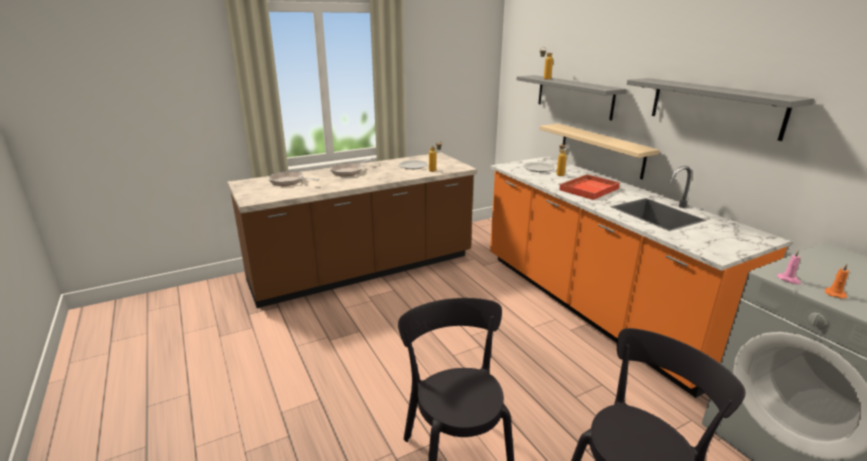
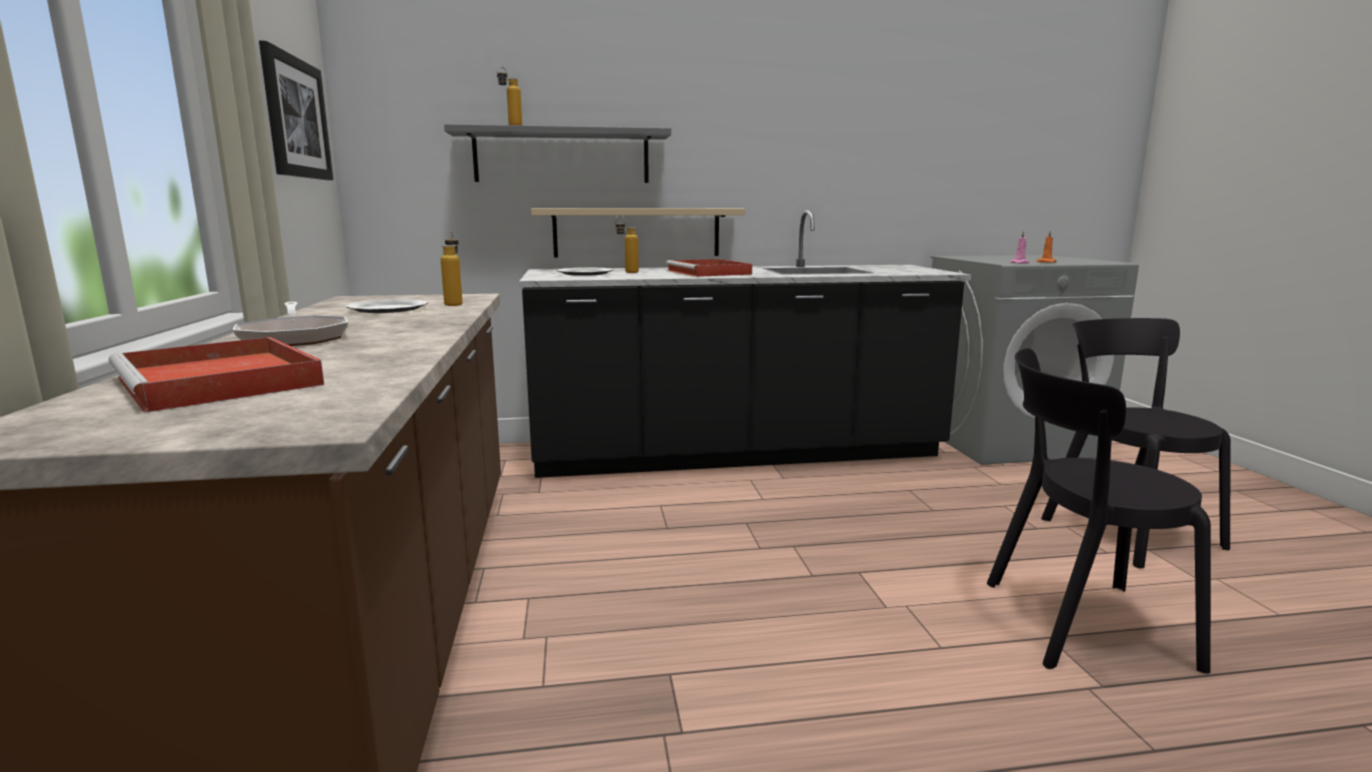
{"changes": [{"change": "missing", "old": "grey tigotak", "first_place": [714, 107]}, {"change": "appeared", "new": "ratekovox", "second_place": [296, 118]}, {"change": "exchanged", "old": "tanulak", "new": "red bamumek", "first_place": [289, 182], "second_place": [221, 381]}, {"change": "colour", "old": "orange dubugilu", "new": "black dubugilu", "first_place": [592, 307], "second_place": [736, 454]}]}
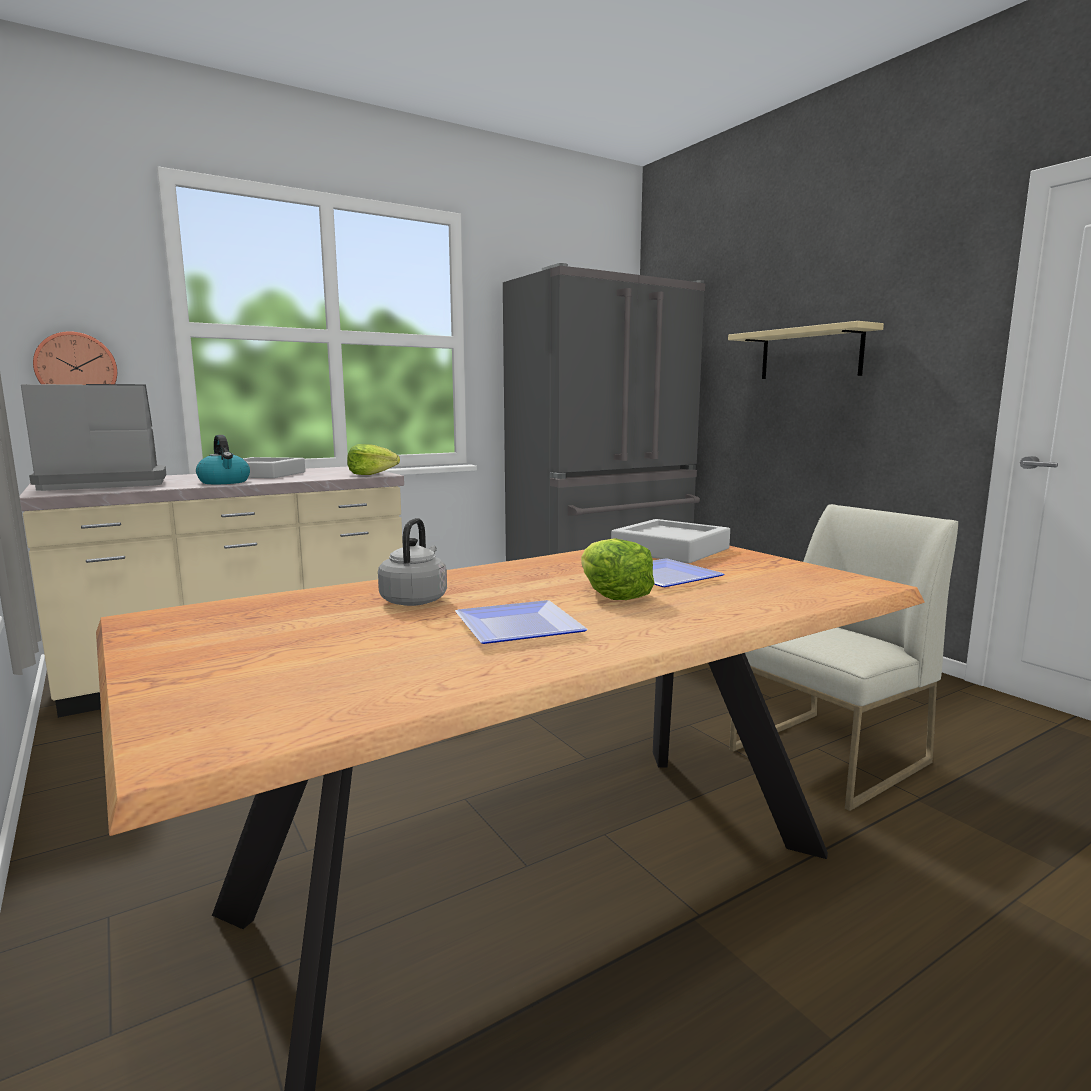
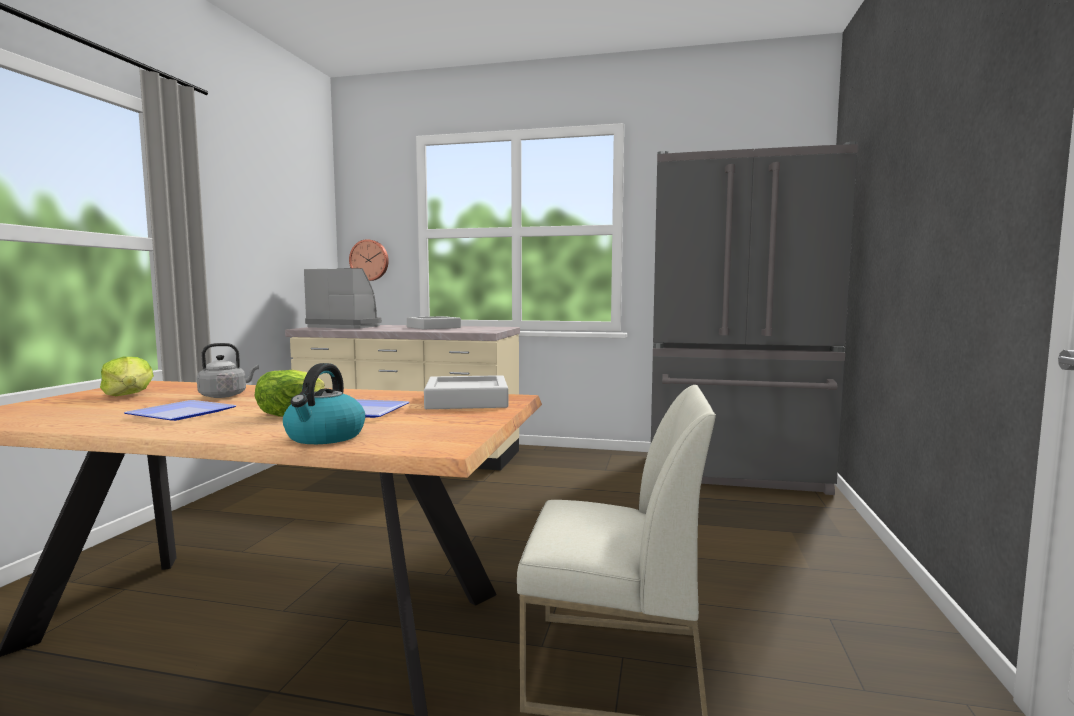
{"changes": [{"change": "missing", "old": "beige tigotak", "first_place": [810, 354]}, {"change": "relocated", "old": "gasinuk", "first_place": [225, 482], "second_place": [325, 437]}, {"change": "relocated", "old": "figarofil", "first_place": [372, 474], "second_place": [129, 395]}]}
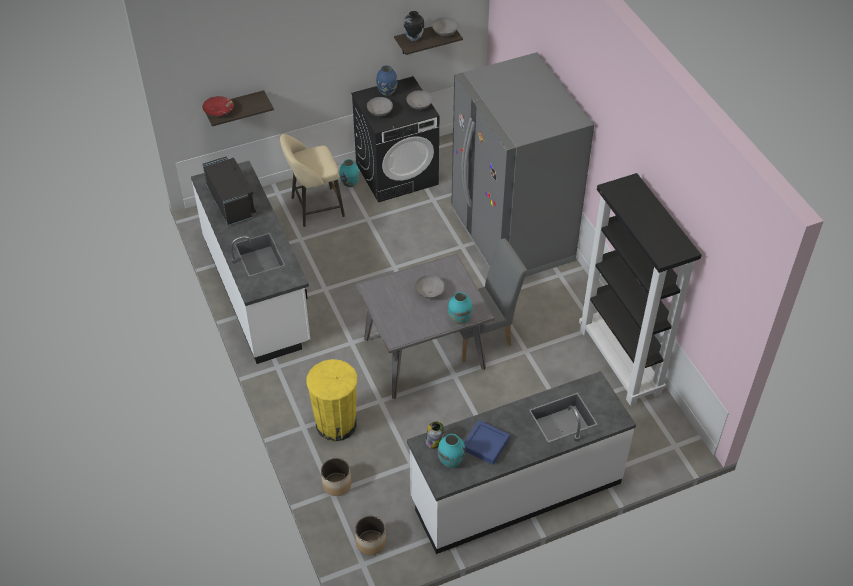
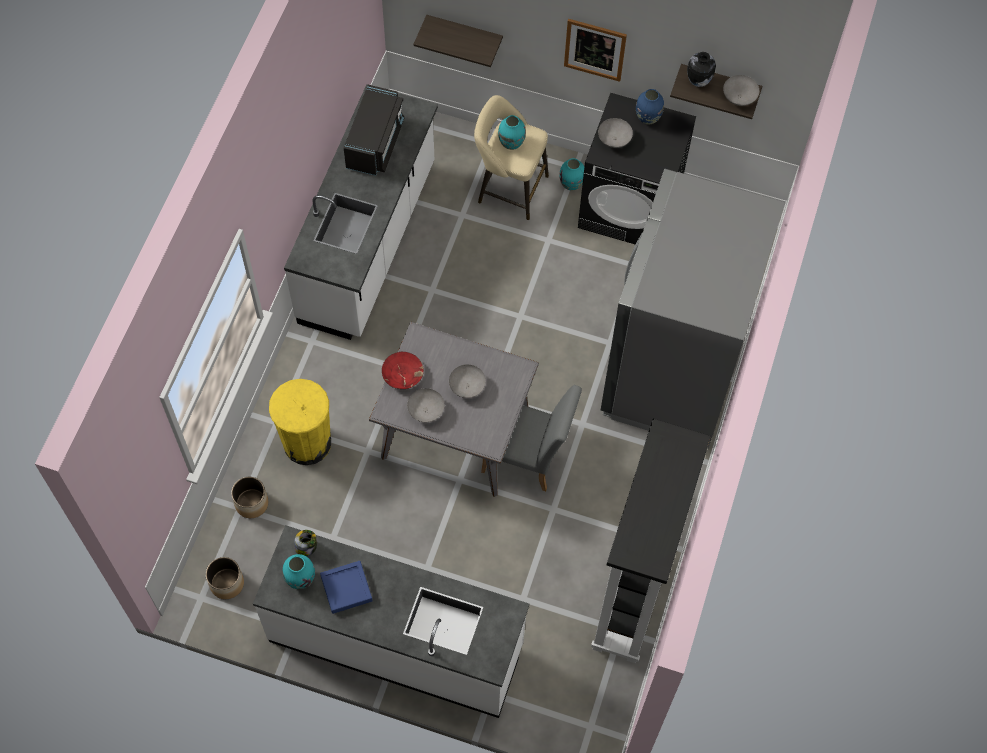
{"changes": [{"change": "appeared", "new": "ratekovox", "second_place": [595, 49]}, {"change": "relocated", "old": "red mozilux", "first_place": [219, 112], "second_place": [403, 375]}, {"change": "relocated", "old": "grey mozilux", "first_place": [419, 106], "second_place": [425, 411]}, {"change": "relocated", "old": "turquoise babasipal", "first_place": [459, 319], "second_place": [511, 143]}]}
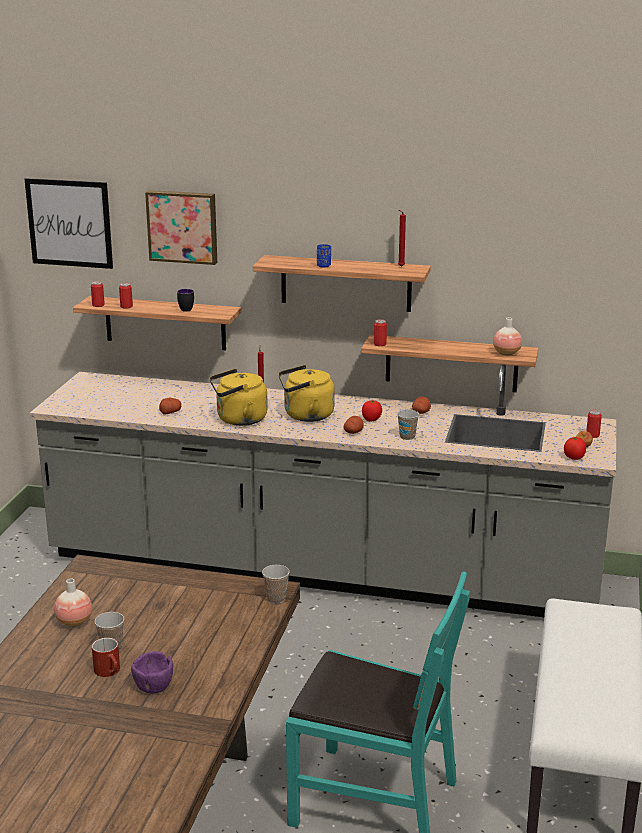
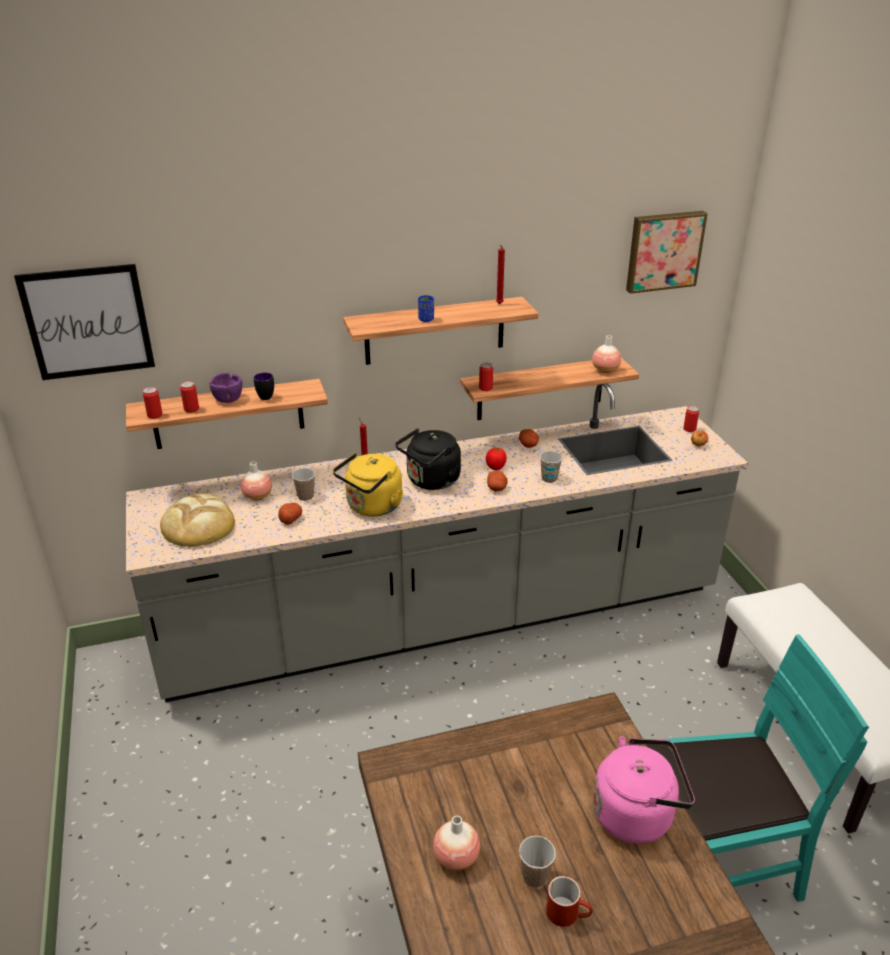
{"changes": [{"change": "missing", "old": "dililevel", "first_place": [574, 458]}, {"change": "appeared", "new": "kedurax", "second_place": [199, 525]}, {"change": "appeared", "new": "babasipal", "second_place": [257, 496]}, {"change": "appeared", "new": "pink gasinuk", "second_place": [637, 814]}, {"change": "relocated", "old": "purple mozilux", "first_place": [153, 686], "second_place": [228, 399]}, {"change": "relocated", "old": "ratekovox", "first_place": [183, 226], "second_place": [663, 251]}, {"change": "relocated", "old": "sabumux", "first_place": [276, 598], "second_place": [305, 496]}, {"change": "colour", "old": "yellow gasinuk", "new": "black gasinuk", "first_place": [305, 416], "second_place": [431, 481]}]}
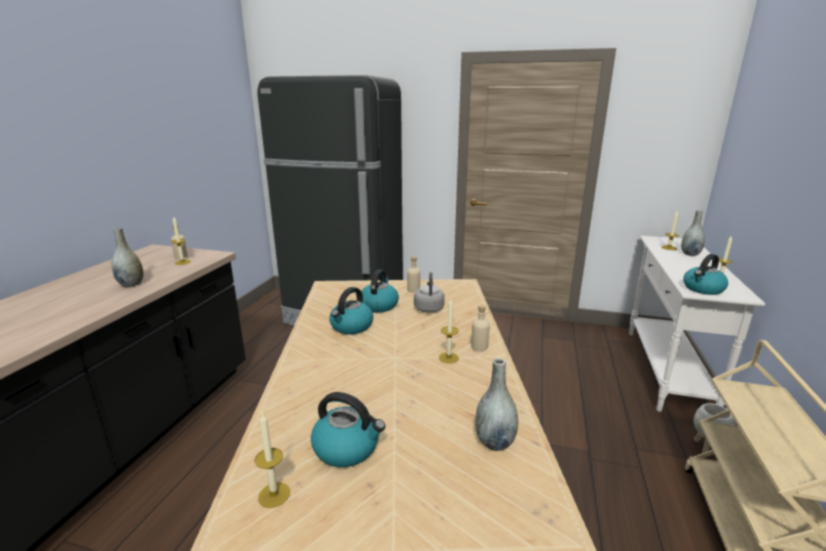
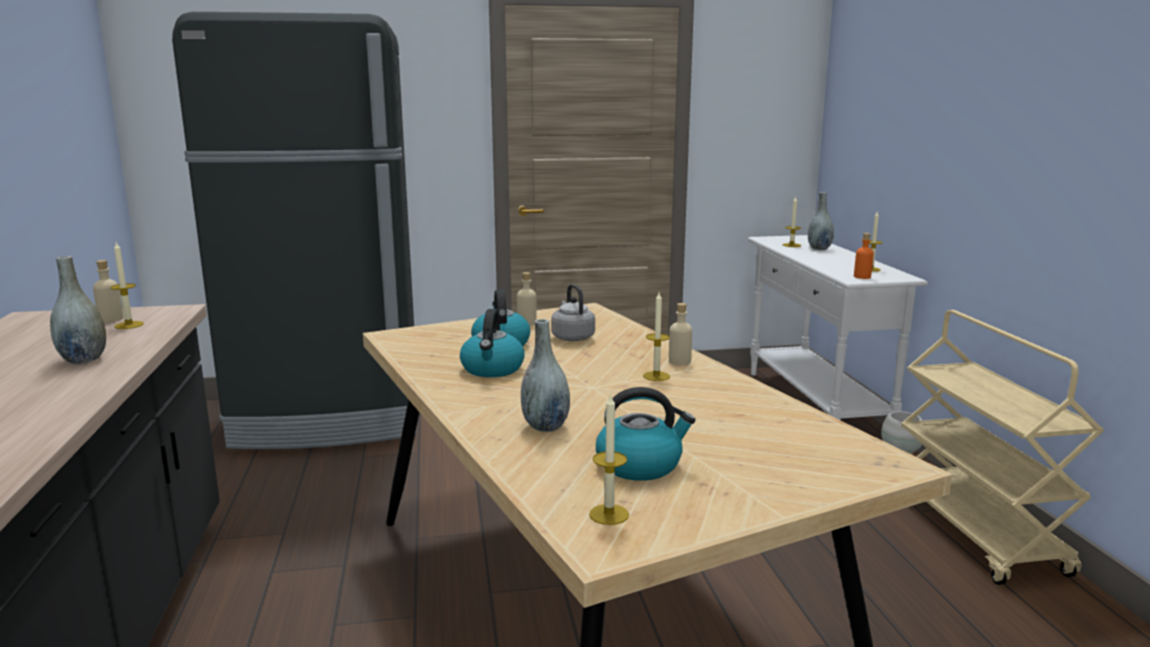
{"changes": [{"change": "relocated", "old": "grey babasipal", "first_place": [494, 442], "second_place": [545, 426]}, {"change": "exchanged", "old": "gasinuk", "new": "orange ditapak", "first_place": [703, 289], "second_place": [862, 277]}]}
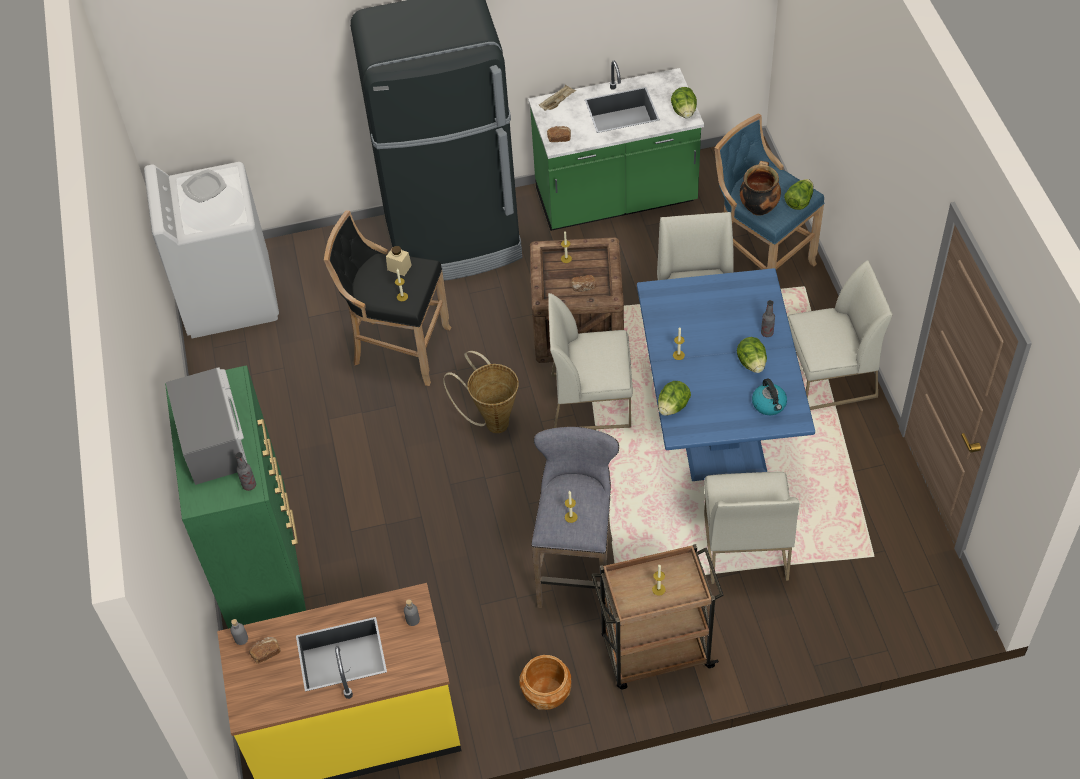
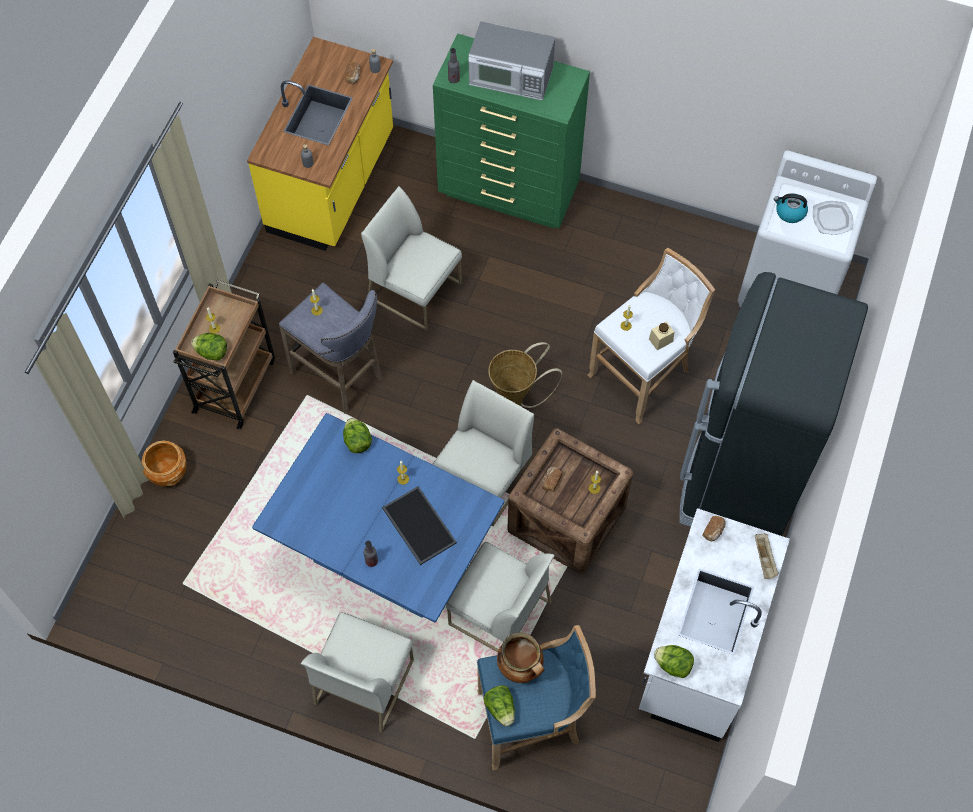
{"changes": [{"change": "appeared", "new": "bamumek", "second_place": [417, 525]}, {"change": "relocated", "old": "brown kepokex", "first_place": [546, 694], "second_place": [169, 473]}, {"change": "relocated", "old": "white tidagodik", "first_place": [744, 545], "second_place": [416, 290]}, {"change": "relocated", "old": "figarofil", "first_place": [751, 363], "second_place": [212, 352]}, {"change": "relocated", "old": "gasinuk", "first_place": [769, 404], "second_place": [789, 212]}, {"change": "colour", "old": "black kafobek", "new": "white kafobek", "first_place": [398, 348], "second_place": [643, 374]}, {"change": "colour", "old": "green dubugilu", "new": "white dubugilu", "first_place": [616, 199], "second_place": [699, 649]}]}
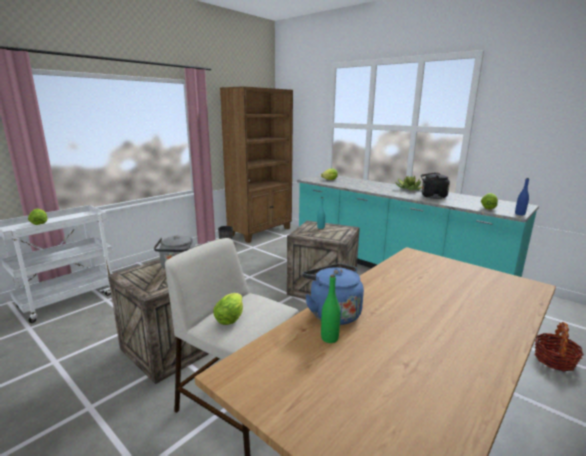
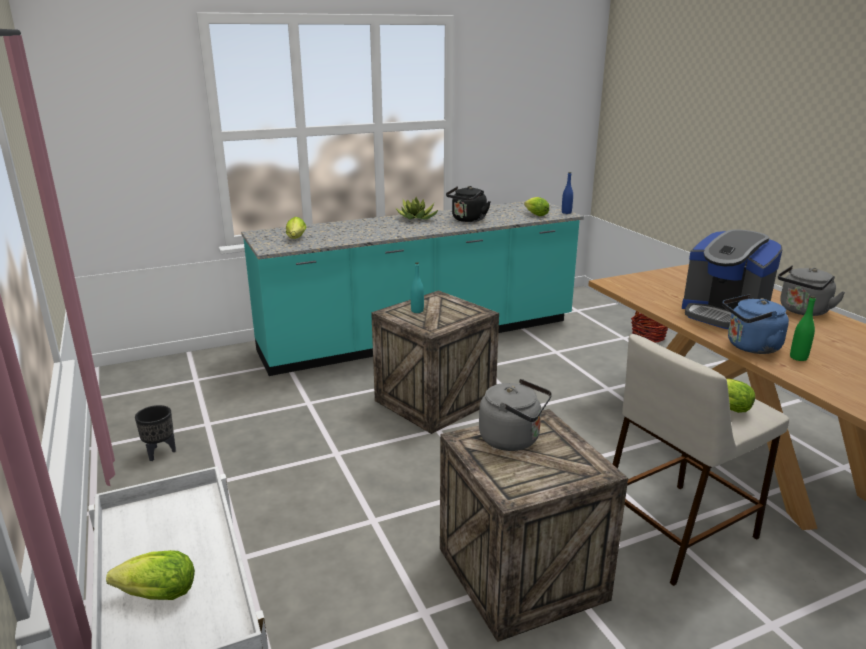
{"changes": [{"change": "missing", "old": "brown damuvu", "first_place": [261, 232]}, {"change": "appeared", "new": "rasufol", "second_place": [723, 314]}, {"change": "appeared", "new": "grey gasinuk", "second_place": [802, 311]}]}
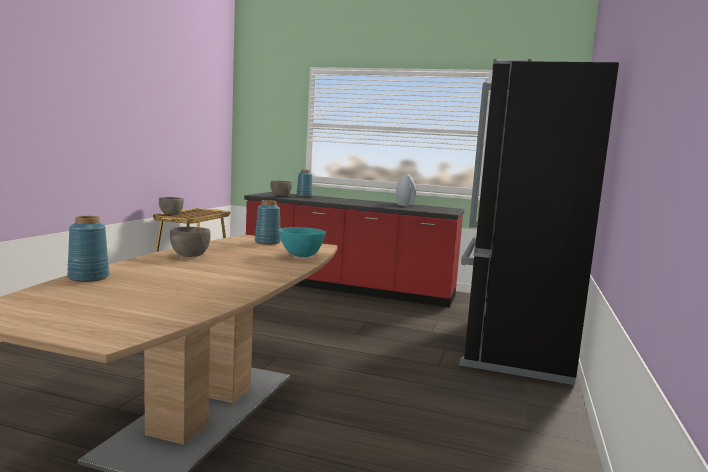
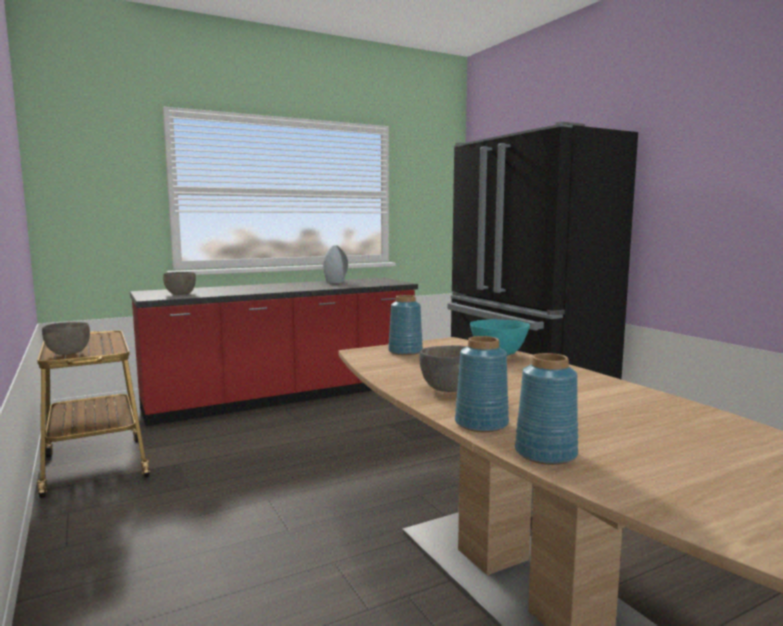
{"changes": [{"change": "relocated", "old": "blue babasipal", "first_place": [304, 196], "second_place": [482, 424]}]}
